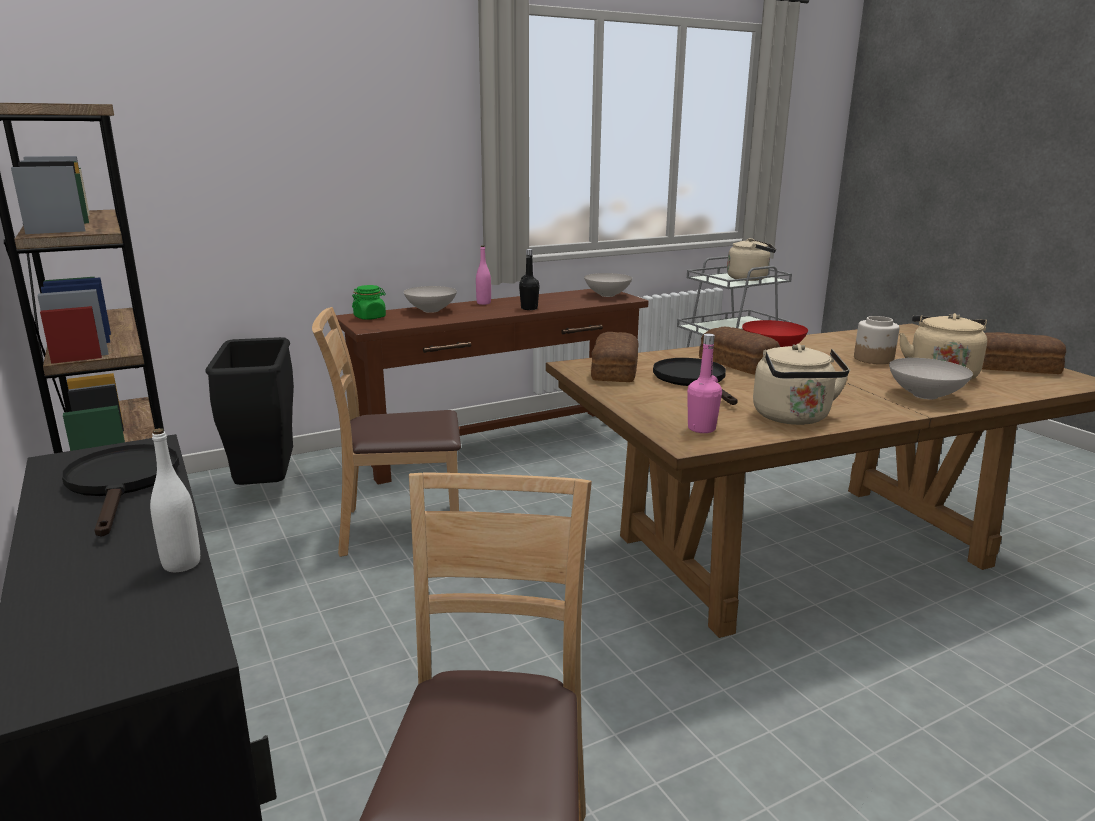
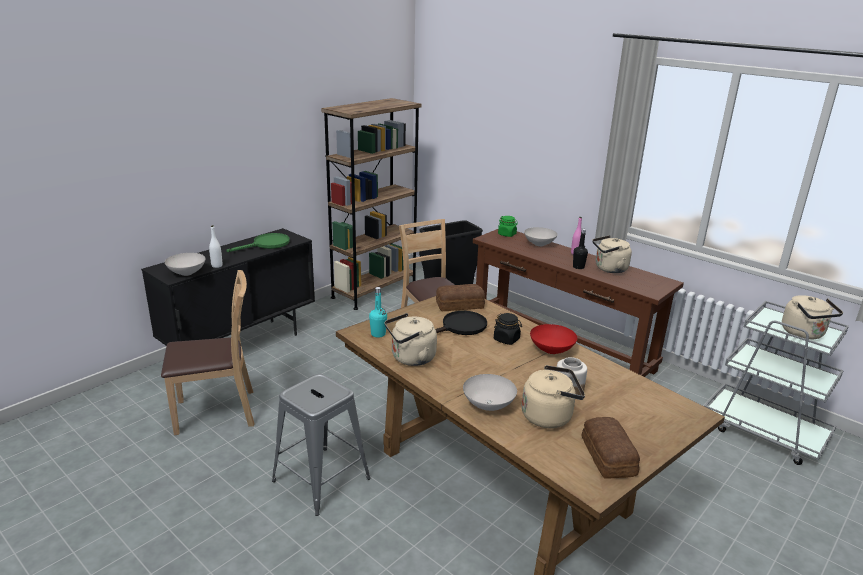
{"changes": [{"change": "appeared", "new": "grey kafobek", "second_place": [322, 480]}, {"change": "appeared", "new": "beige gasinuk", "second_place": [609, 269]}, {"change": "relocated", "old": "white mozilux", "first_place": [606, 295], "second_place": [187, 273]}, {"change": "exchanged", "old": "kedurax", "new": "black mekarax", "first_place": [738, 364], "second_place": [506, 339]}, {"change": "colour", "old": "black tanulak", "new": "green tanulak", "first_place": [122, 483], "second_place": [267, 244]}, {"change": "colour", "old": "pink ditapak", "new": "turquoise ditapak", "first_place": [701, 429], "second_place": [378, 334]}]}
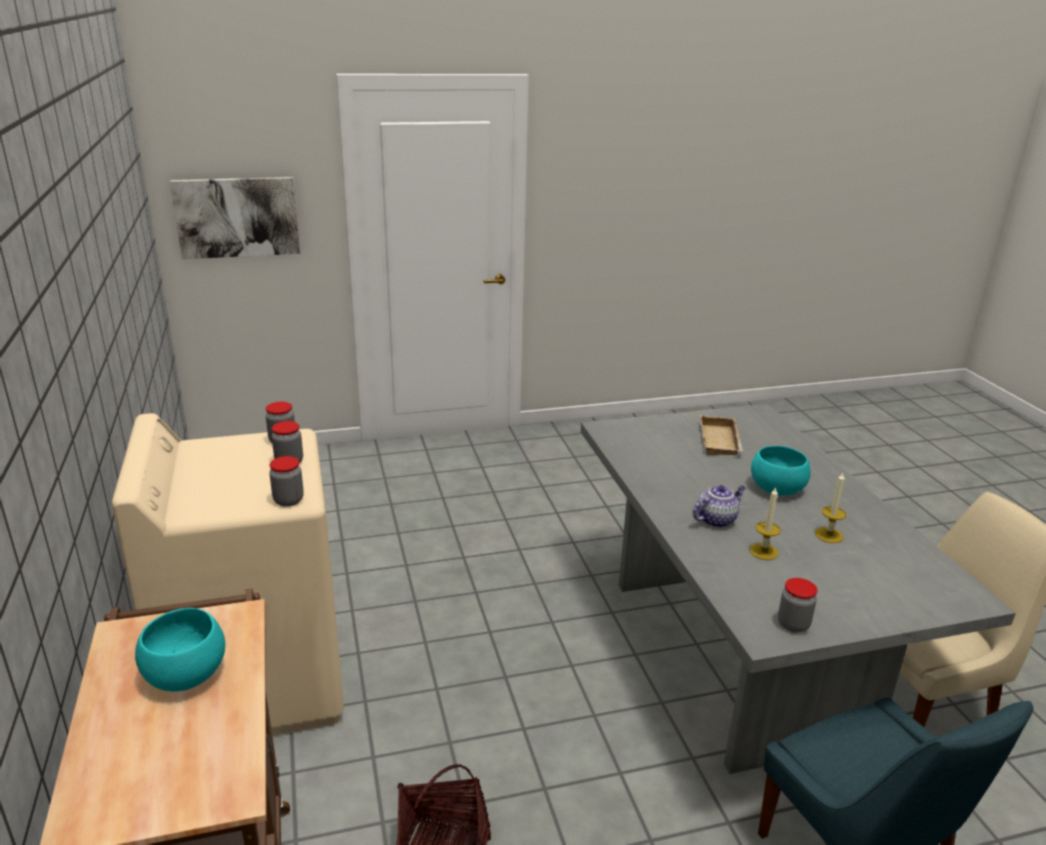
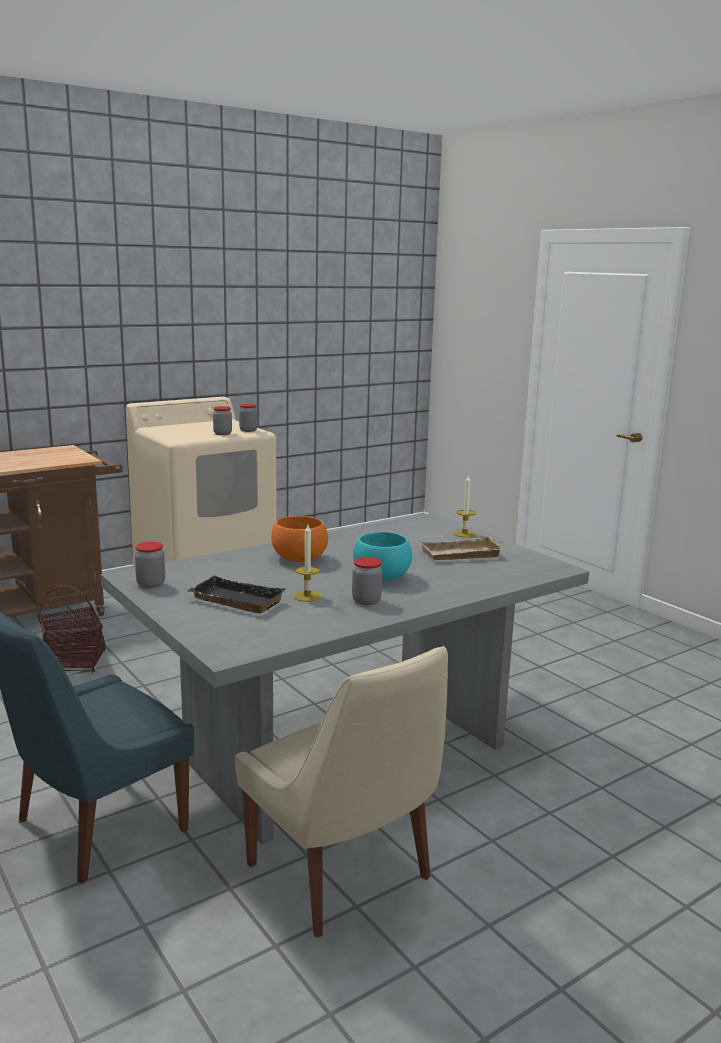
{"changes": [{"change": "missing", "old": "turquoise mozilux", "first_place": [186, 675]}, {"change": "missing", "old": "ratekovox", "first_place": [237, 217]}, {"change": "appeared", "new": "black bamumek", "second_place": [234, 601]}, {"change": "relocated", "old": "mekarax", "first_place": [288, 500], "second_place": [366, 601]}, {"change": "relocated", "old": "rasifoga", "first_place": [763, 551], "second_place": [464, 534]}, {"change": "exchanged", "old": "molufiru", "new": "orange mozilux", "first_place": [716, 519], "second_place": [300, 558]}]}
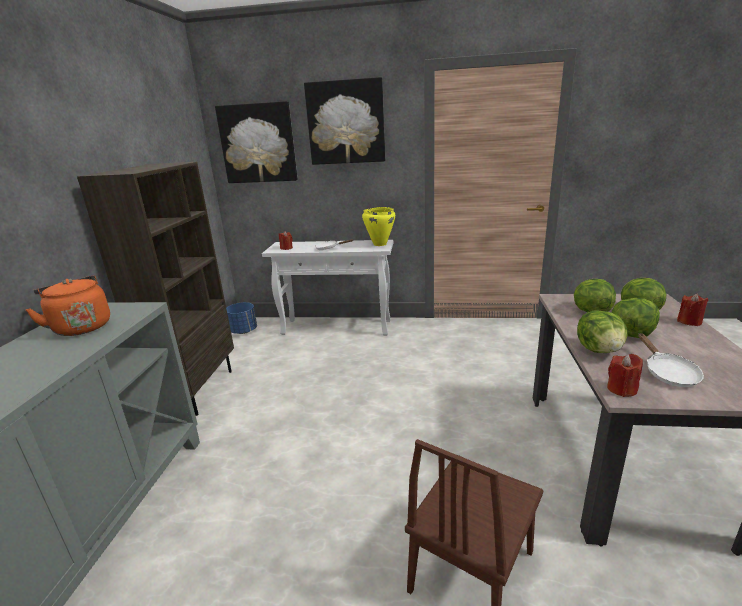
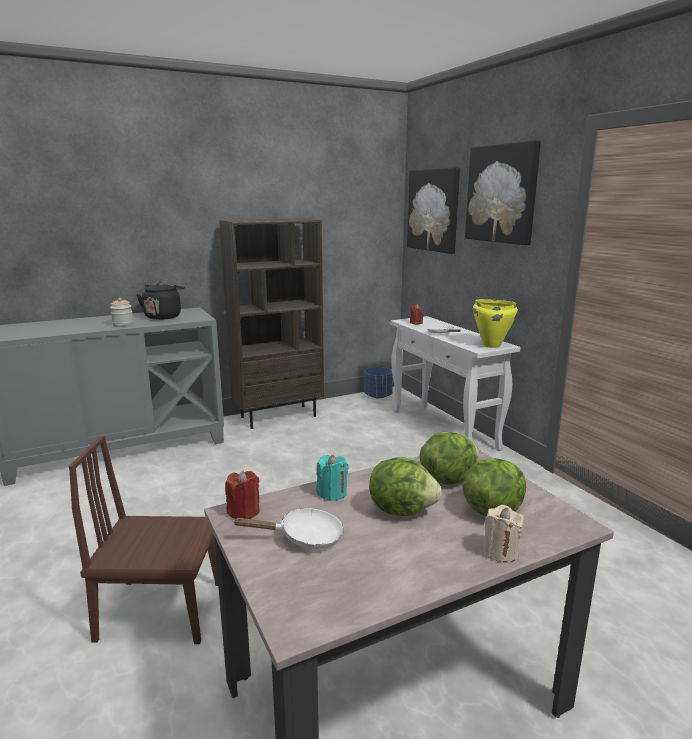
{"changes": [{"change": "appeared", "new": "mekarax", "second_place": [123, 324]}, {"change": "exchanged", "old": "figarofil", "new": "turquoise rasifoga", "first_place": [600, 350], "second_place": [332, 493]}, {"change": "colour", "old": "orange gasinuk", "new": "black gasinuk", "first_place": [81, 327], "second_place": [163, 316]}, {"change": "colour", "old": "red rasifoga", "new": "beige rasifoga", "first_place": [689, 321], "second_place": [500, 552]}, {"change": "spun", "old": "white tanulak", "first_place": [667, 373], "second_place": [304, 537], "degrees": -150}]}
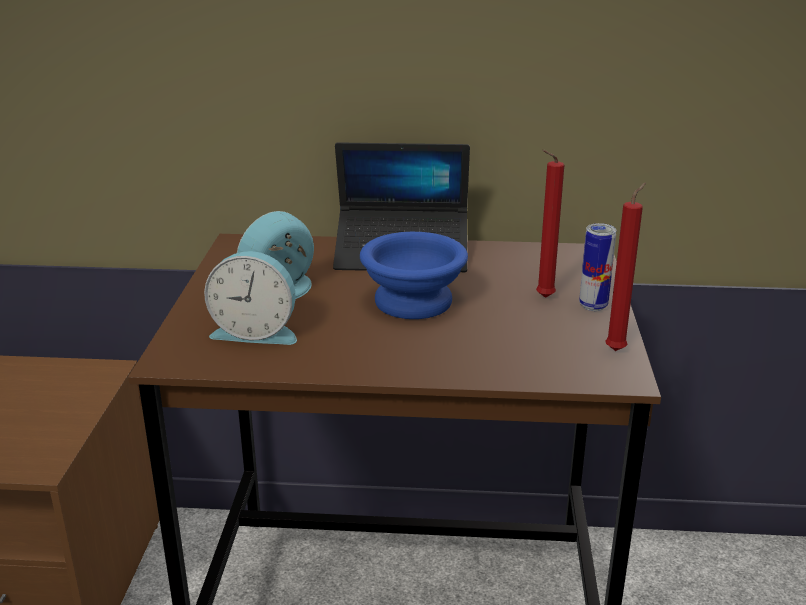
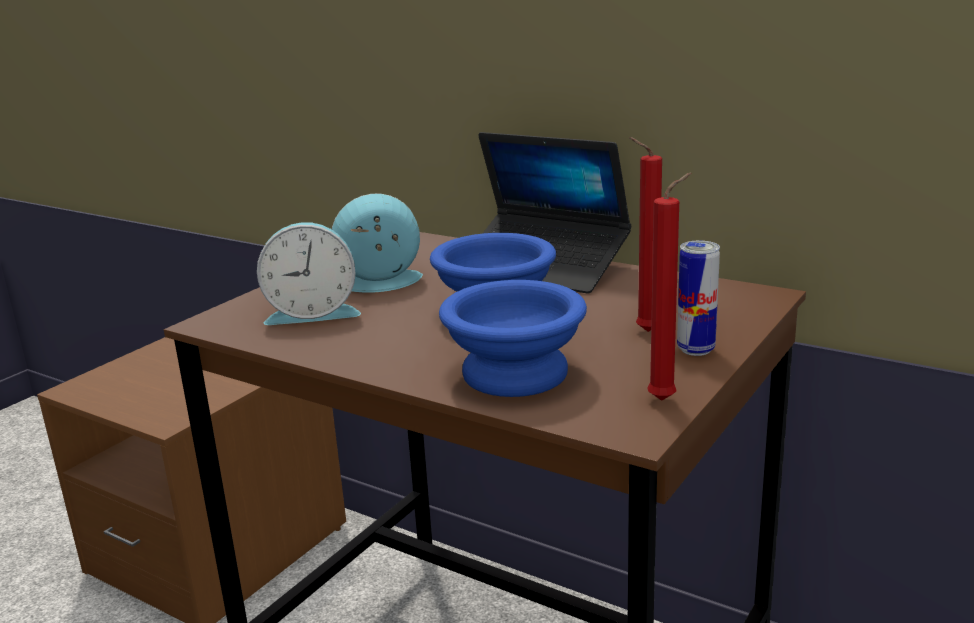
{"changes": [{"change": "appeared", "new": "blue mozilux", "second_place": [513, 372]}, {"change": "spun", "old": "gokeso", "first_place": [256, 332], "second_place": [313, 312], "degrees": -45}]}
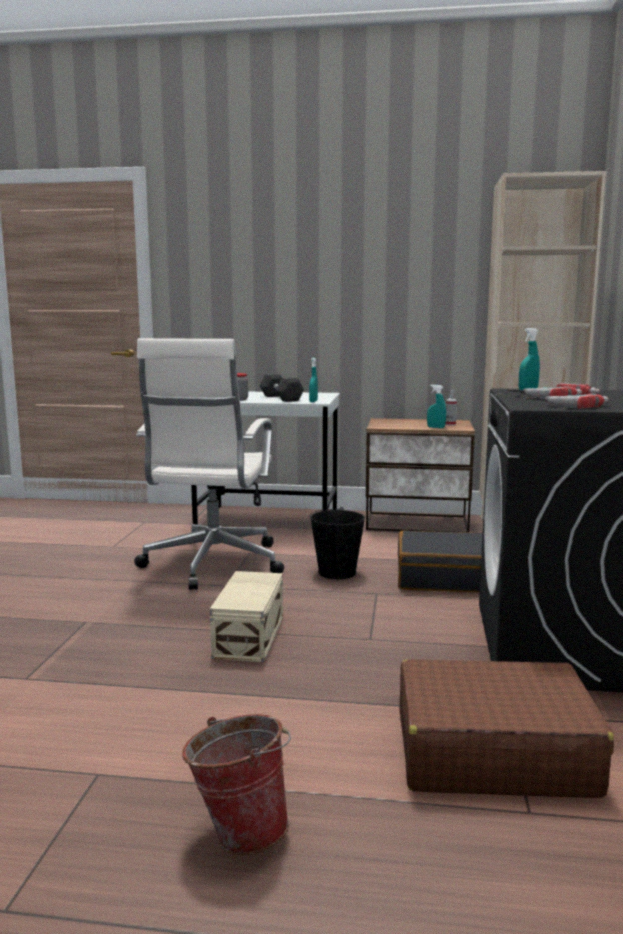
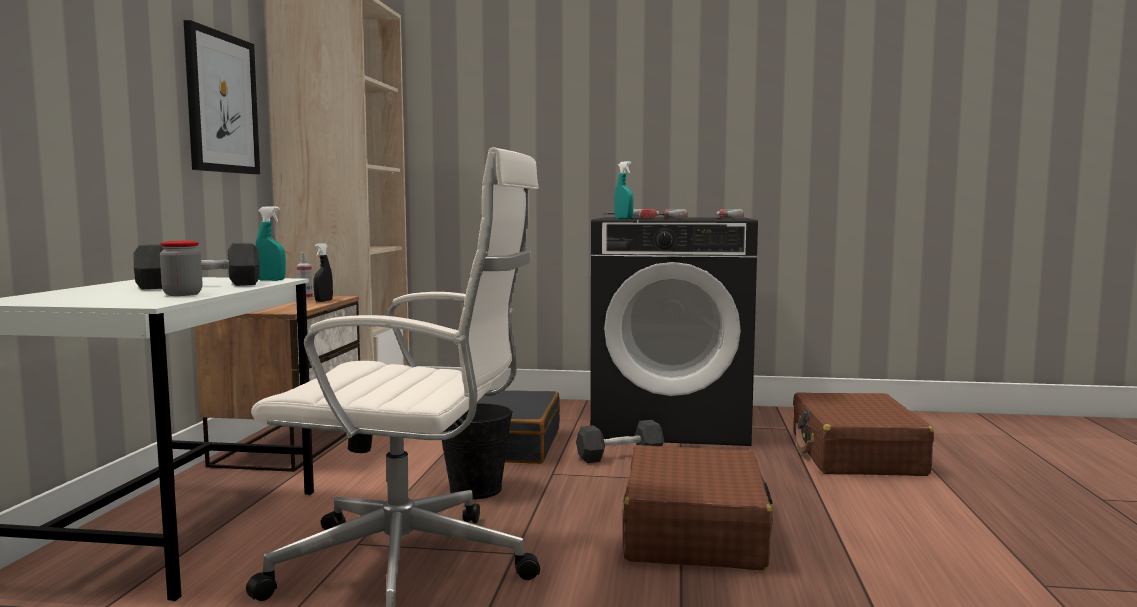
{"changes": [{"change": "missing", "old": "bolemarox", "first_place": [239, 831]}, {"change": "appeared", "new": "ratekovox", "second_place": [221, 103]}, {"change": "appeared", "new": "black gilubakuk", "second_place": [620, 456]}, {"change": "exchanged", "old": "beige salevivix", "new": "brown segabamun", "first_place": [251, 636], "second_place": [694, 531]}, {"change": "colour", "old": "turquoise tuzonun", "new": "black tuzonun", "first_place": [436, 427], "second_place": [323, 301]}]}
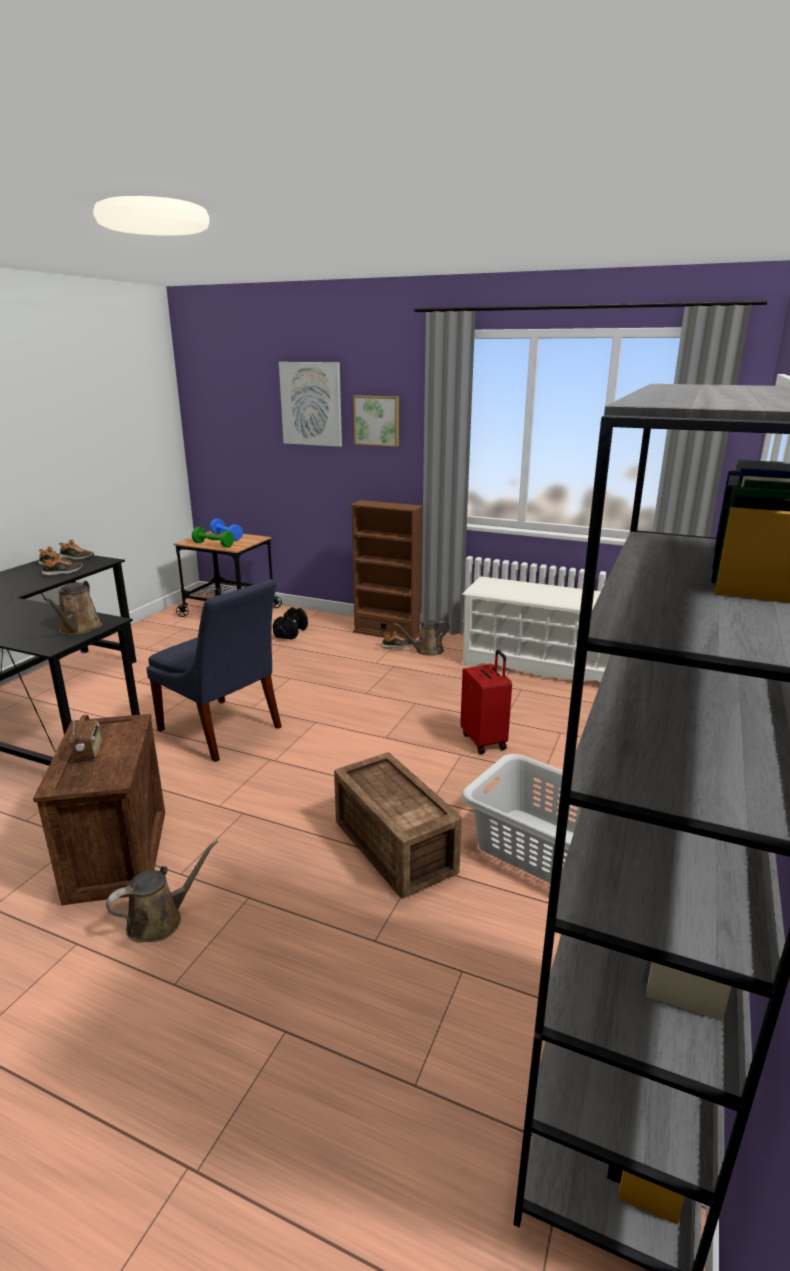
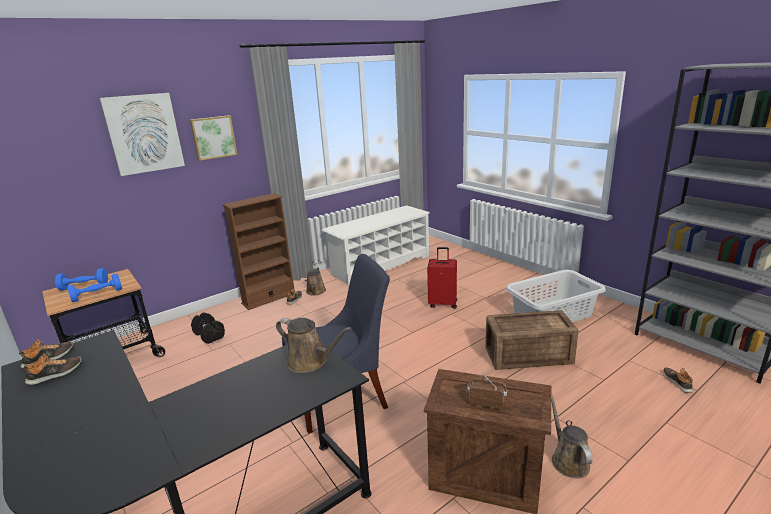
{"changes": [{"change": "relocated", "old": "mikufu", "first_place": [63, 572], "second_place": [677, 382]}, {"change": "colour", "old": "green gilubakuk", "new": "blue gilubakuk", "first_place": [213, 545], "second_place": [97, 295]}]}
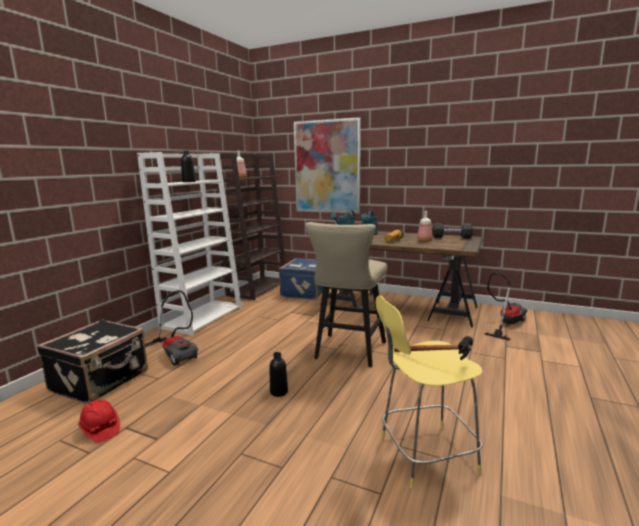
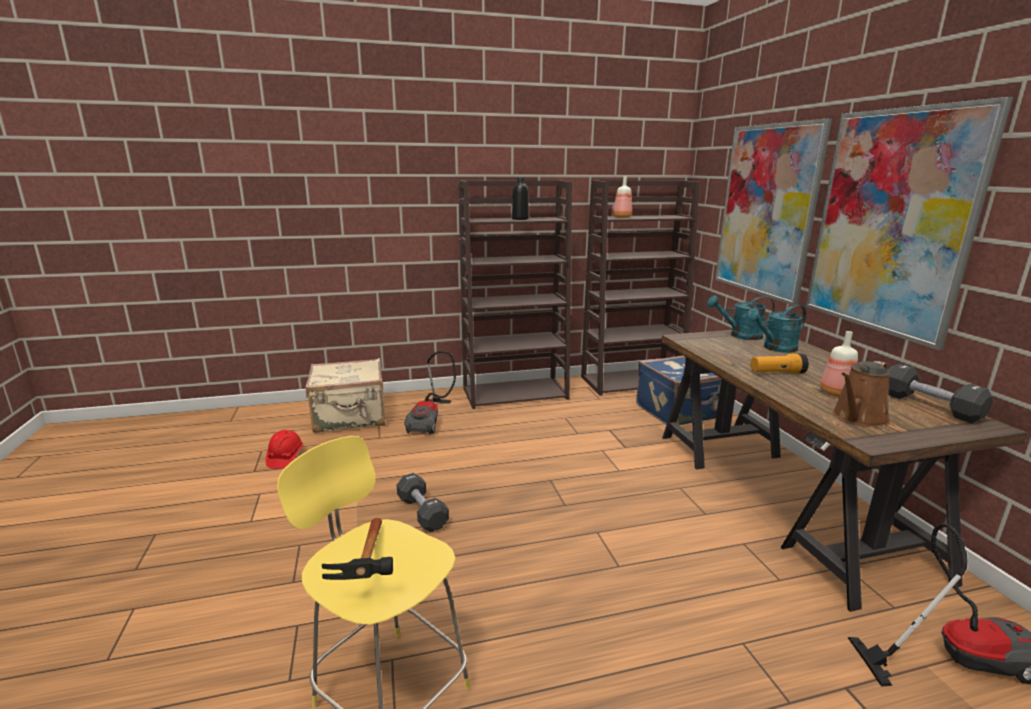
{"changes": [{"change": "missing", "old": "beige kafobek", "first_place": [348, 352]}, {"change": "appeared", "new": "ratekovox", "second_place": [890, 223]}, {"change": "appeared", "new": "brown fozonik", "second_place": [857, 418]}, {"change": "exchanged", "old": "black ditapak", "new": "black gilubakuk", "first_place": [279, 392], "second_place": [422, 512]}, {"change": "colour", "old": "black segabamun", "new": "beige segabamun", "first_place": [101, 381], "second_place": [350, 418]}, {"change": "colour", "old": "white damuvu", "new": "brown damuvu", "first_place": [202, 317], "second_place": [516, 393]}]}
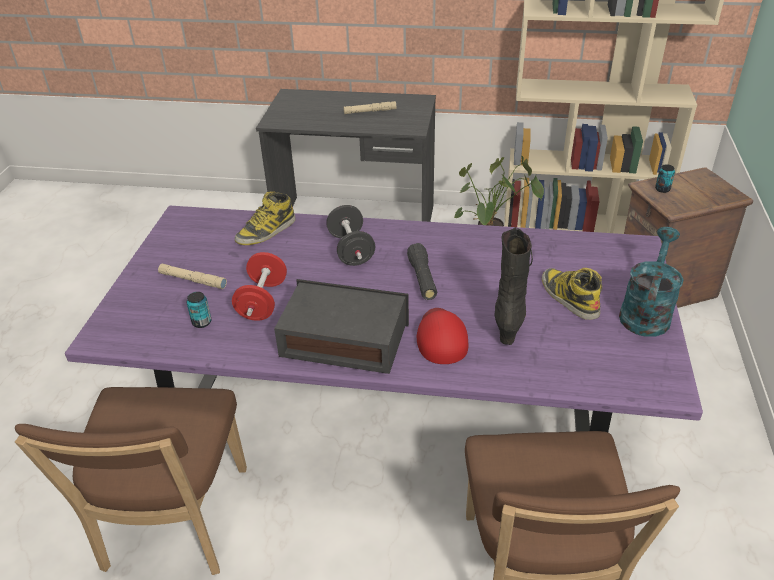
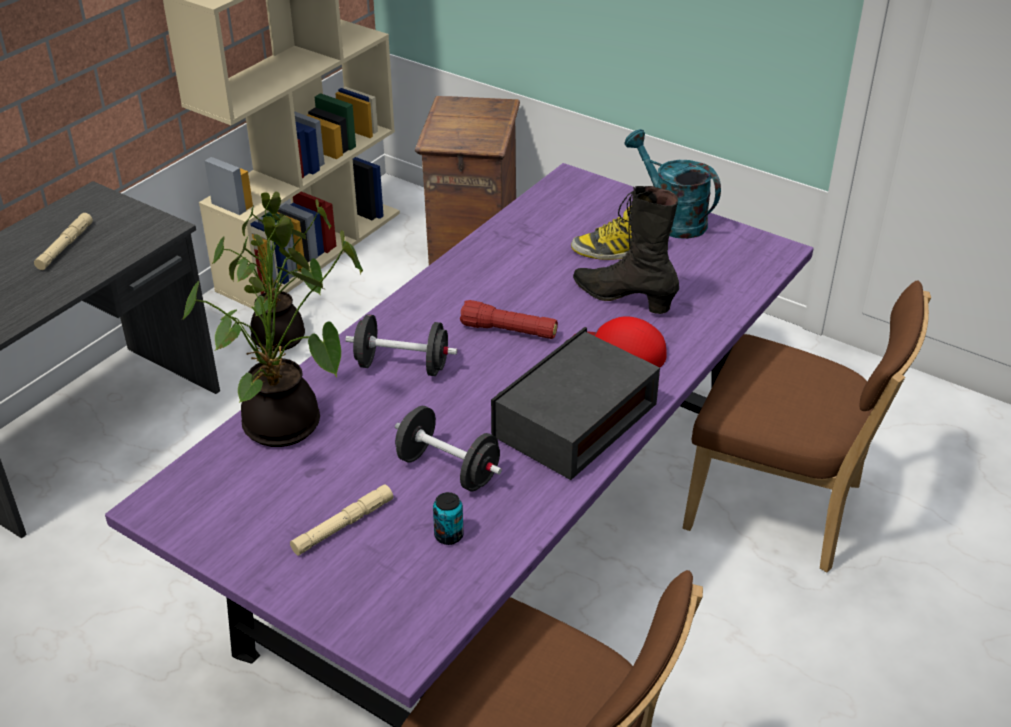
{"changes": [{"change": "missing", "old": "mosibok", "first_place": [662, 189]}, {"change": "exchanged", "old": "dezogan", "new": "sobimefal", "first_place": [266, 231], "second_place": [288, 427]}, {"change": "colour", "old": "red gilubakuk", "new": "black gilubakuk", "first_place": [262, 301], "second_place": [448, 469]}, {"change": "colour", "old": "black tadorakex", "new": "red tadorakex", "first_place": [422, 279], "second_place": [509, 331]}]}
